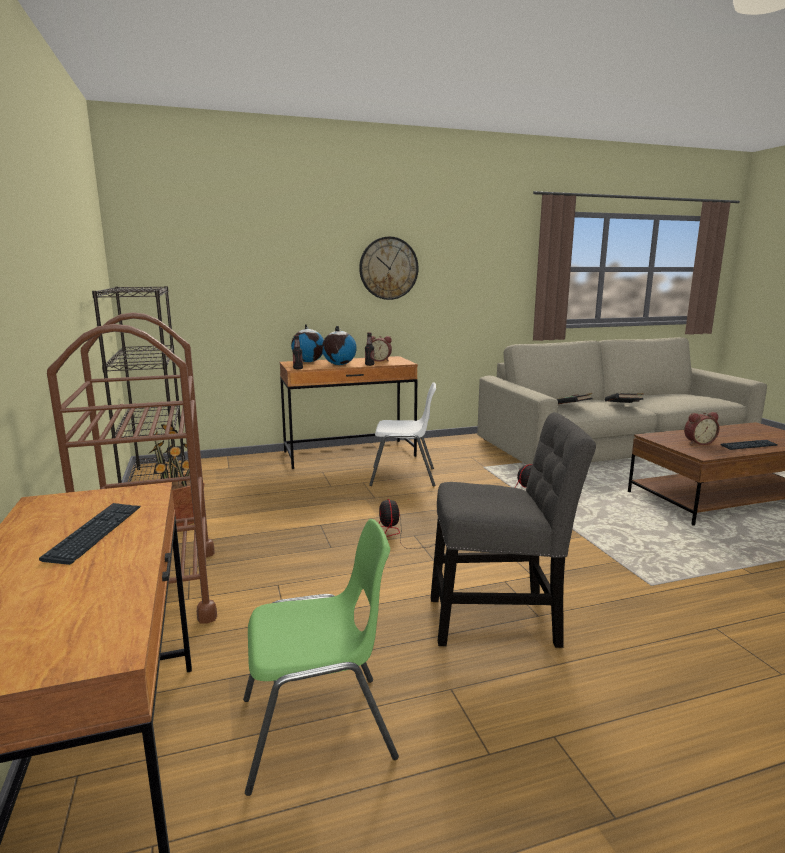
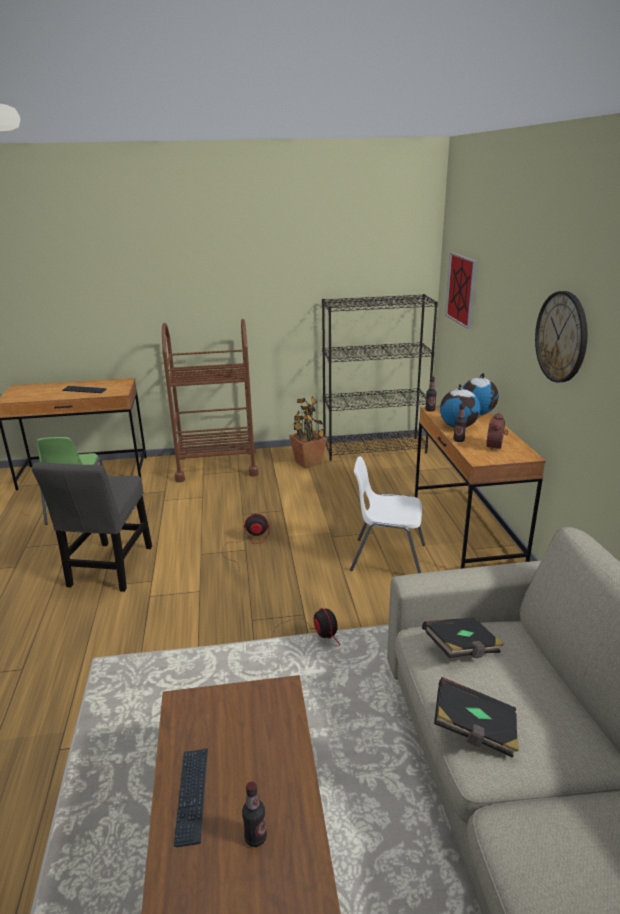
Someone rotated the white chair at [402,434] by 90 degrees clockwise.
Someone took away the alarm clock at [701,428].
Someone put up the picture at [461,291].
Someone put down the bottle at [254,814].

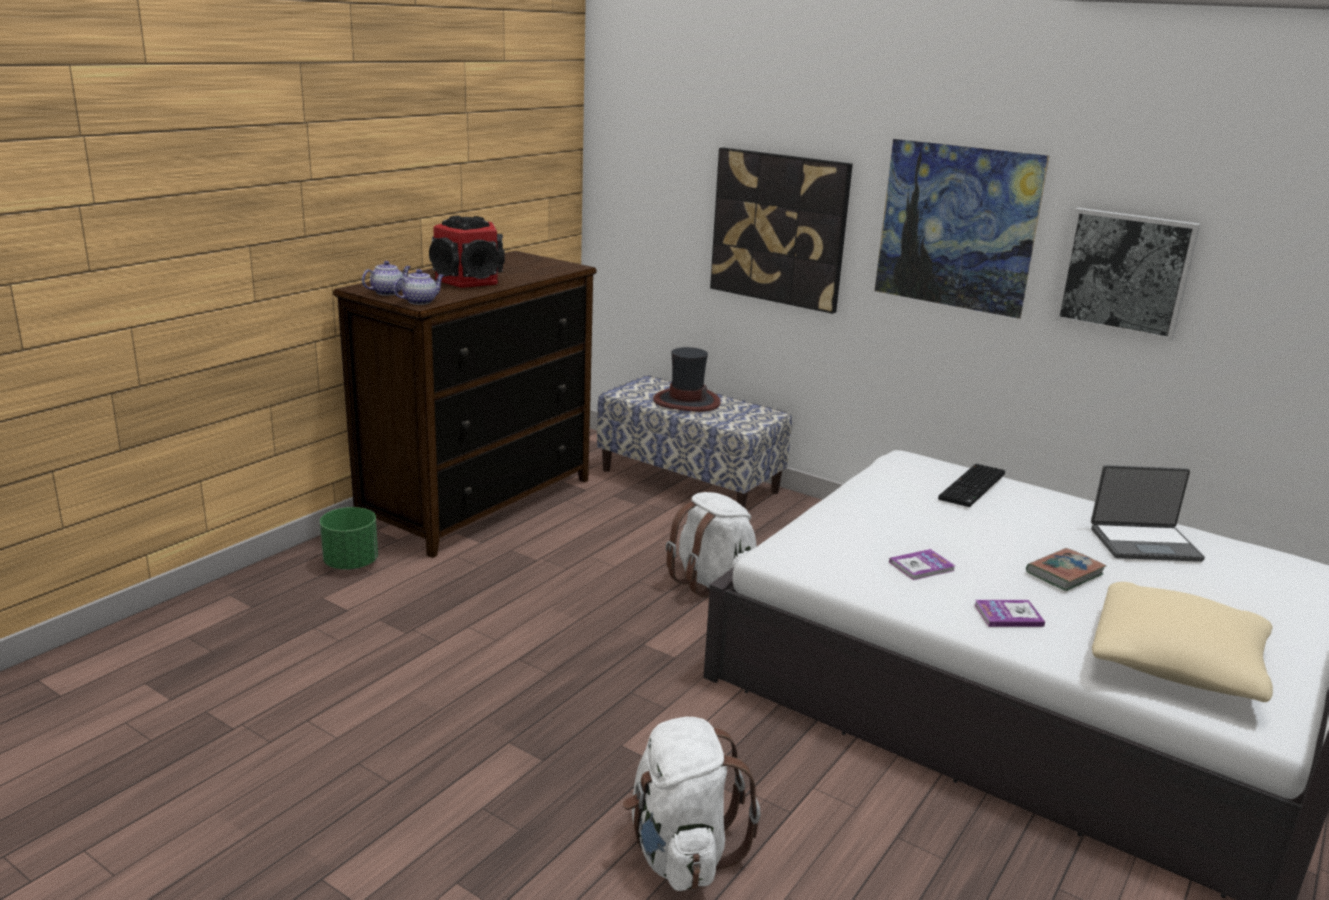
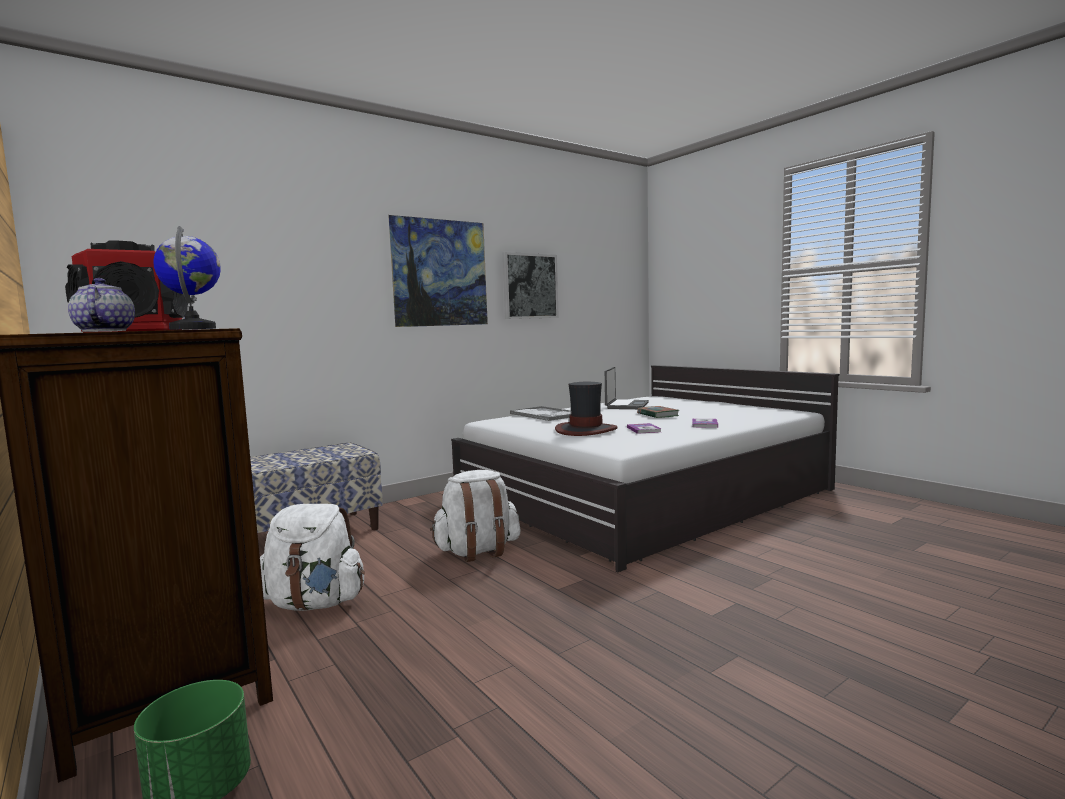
Someone took away the picture at [781,231].
Someone swapped the teapot at [418,287] for the globe at [187,278].
Someone carried the hat from [687,379] to [586,409].
Someone swapped the keyboard at [971,485] for the tray at [540,413].
Someone took away the beige pillow at [1182,642].
Someone carried the white backpack from [691,804] to [312,557].

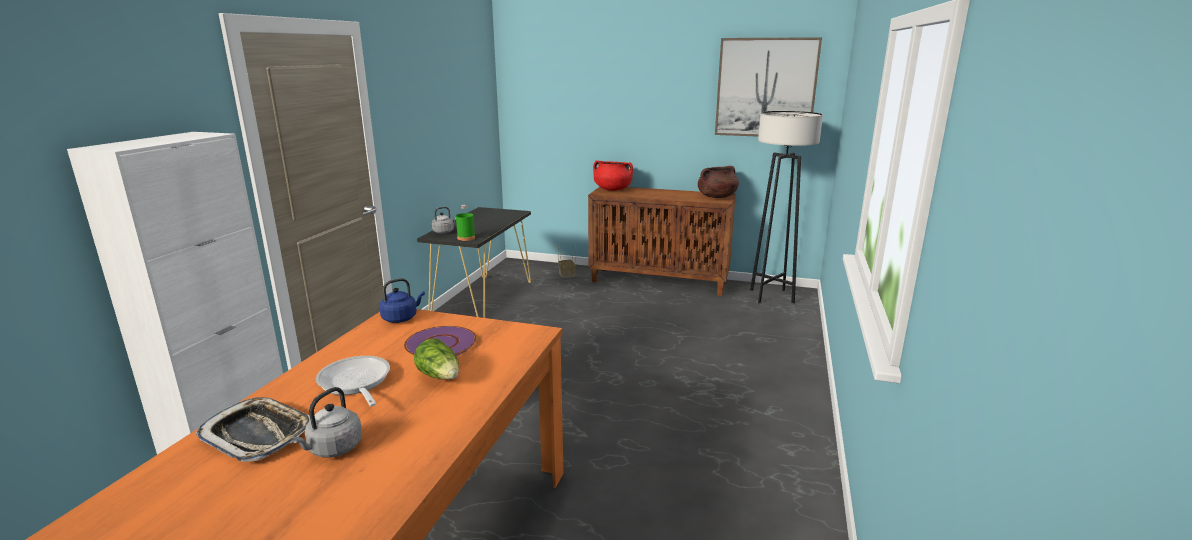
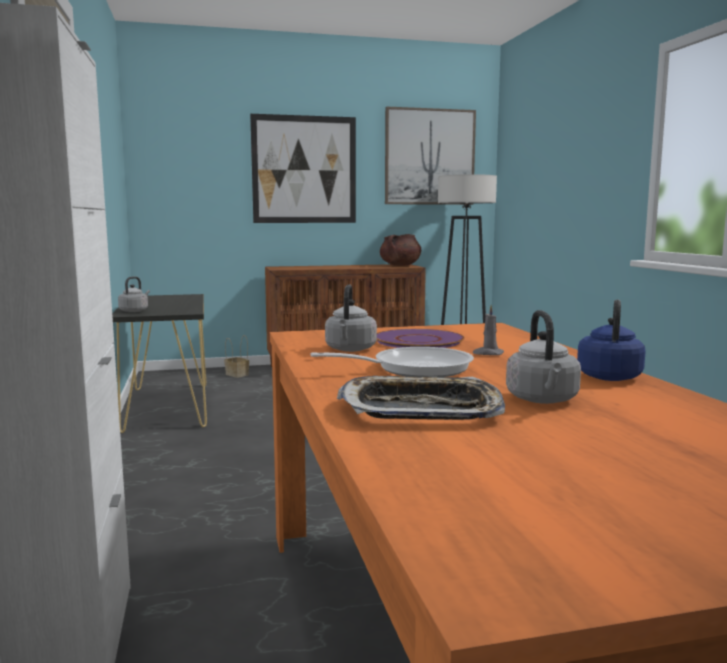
Someone took away the red cooking pot at [613,176].
Someone took away the green bottle at [465,223].
Someone carried the blue kettle from [402,300] to [611,340].
Someone swapped the lettuce at [436,358] for the grey candle at [488,330].
Someone rotated the frying pan at [353,381] by 135 degrees clockwise.
Someone put up the picture at [303,168].
Someone put down the grey kettle at [351,318].

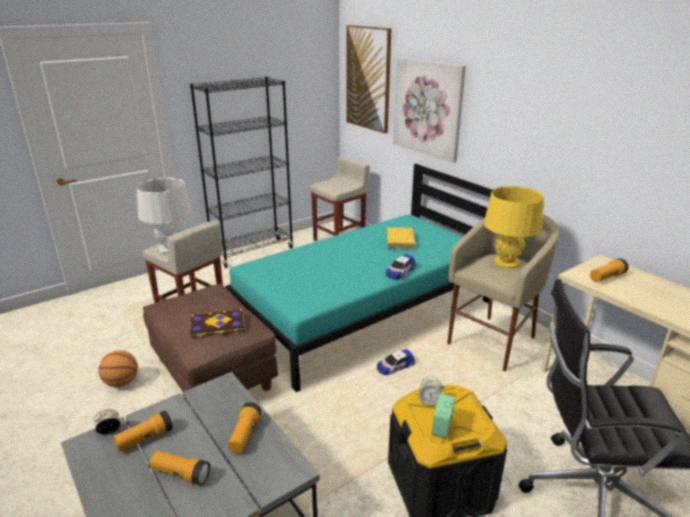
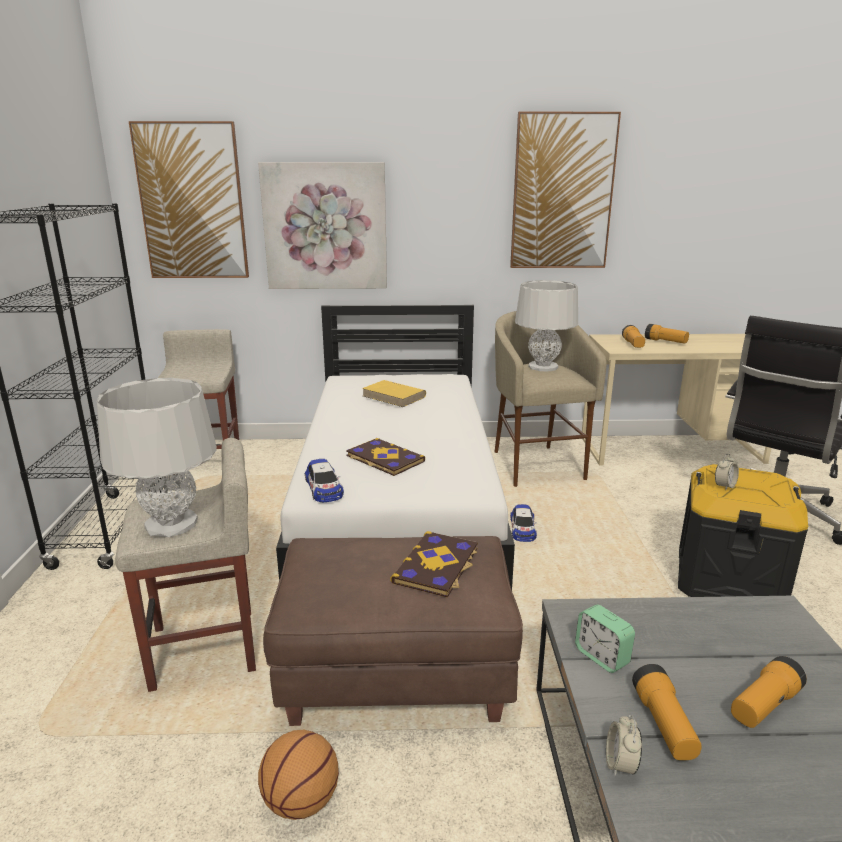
Someone repainted the turquoise bed at [359,278], which became the white bed at [395,447].
Someone repainted the yellow table lamp at [514,227], which became the grey table lamp at [546,325].
Someone carried the toy car from [401,267] to [324,480].
Someone carried the alarm clock from [443,415] to [605,638].
Someone carried the flashlight from [244,427] to [667,334].
Someone put up the picture at [565,190].
Someone put down the book at [385,457].

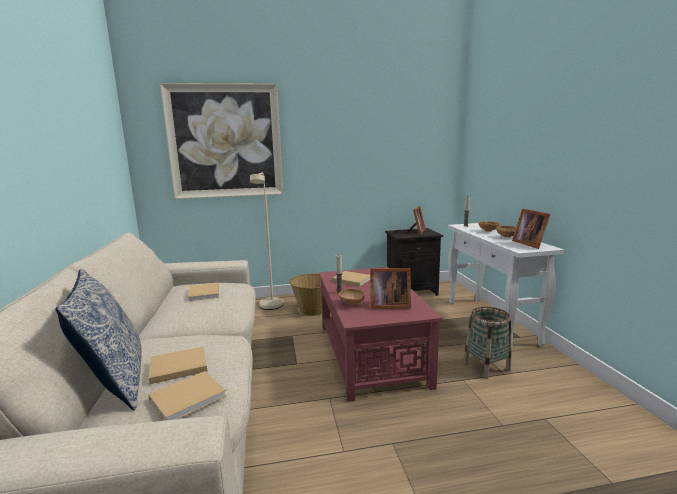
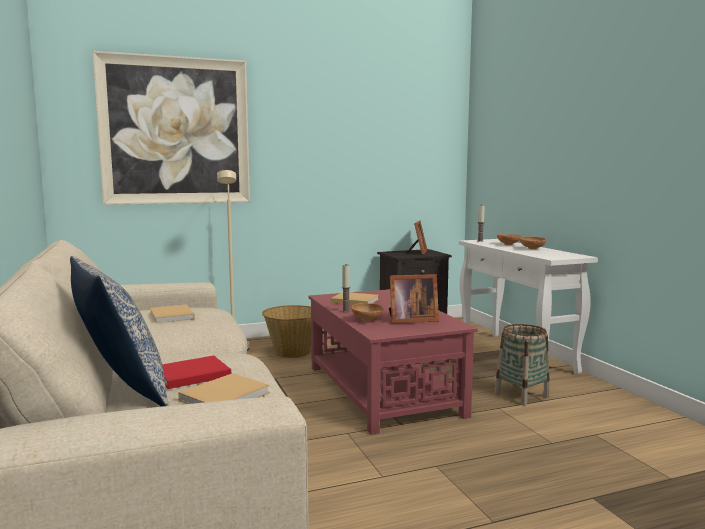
Someone took away the picture frame at [531,228].
Someone repainted the beige book at [178,365], which became the red book at [196,372].

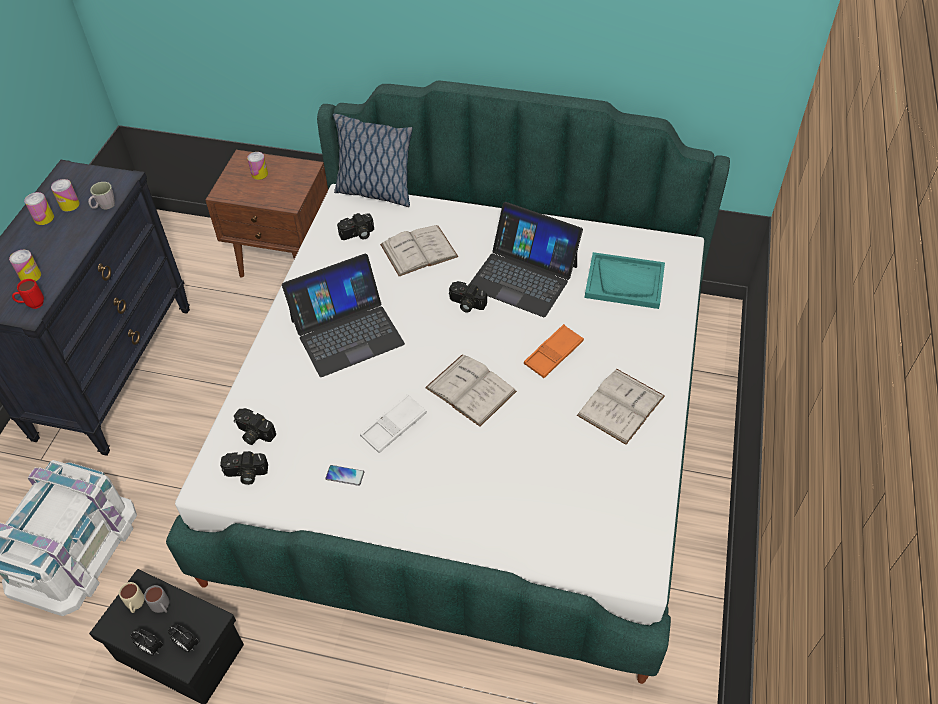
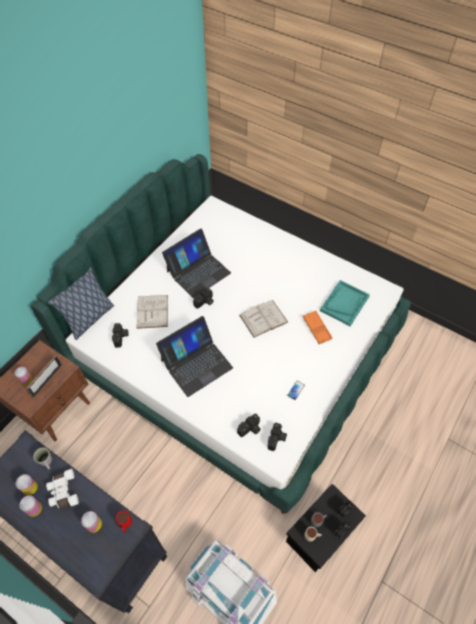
Someone carried the turquoise tray from [625,280] to [345,303].
Someone rotated the laptop at [343,315] by 60 degrees clockwise.
Someone carried the orange tray from [554,351] to [317,327].
Someone took away the white book at [621,407].
Someone took away the white tray at [393,423].
Someone put down the picture frame at [44,376].
Someone put down the white binoculars at [62,489].

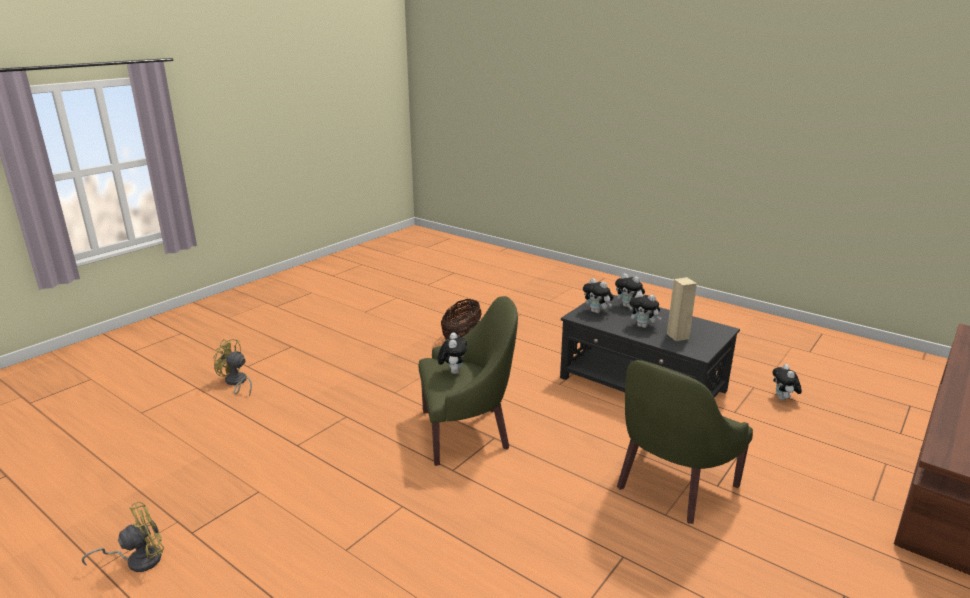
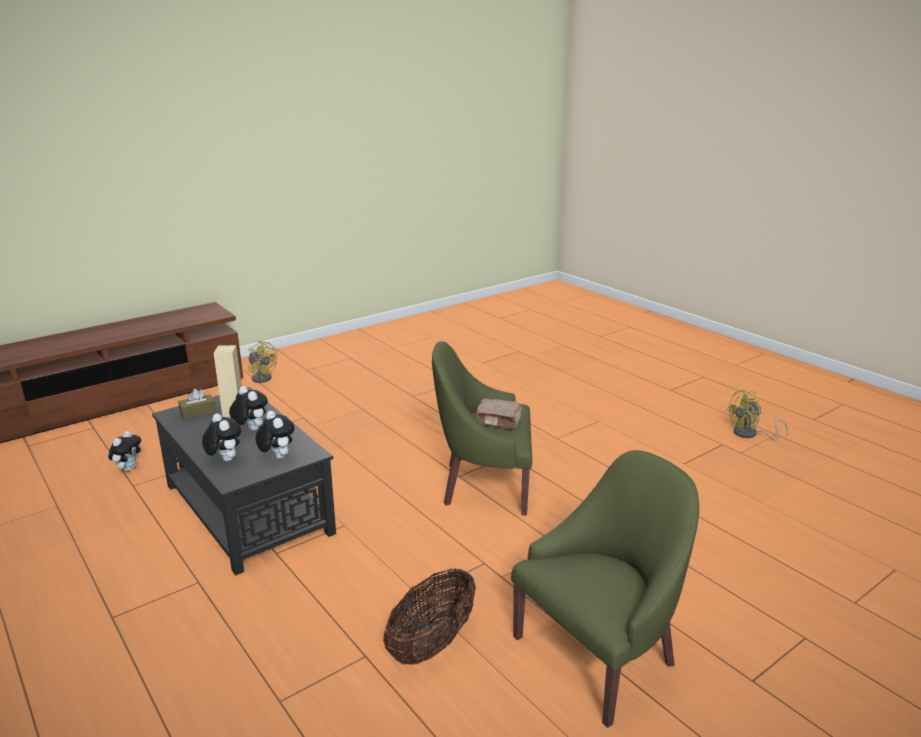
Someone swapped the plush toy at [452,353] for the brown book at [498,414].
Someone carried the yellow fan from [232,368] to [262,362].
Someone carried the green armchair from [685,442] to [605,589].
Someone put down the brown tissue box at [197,404].

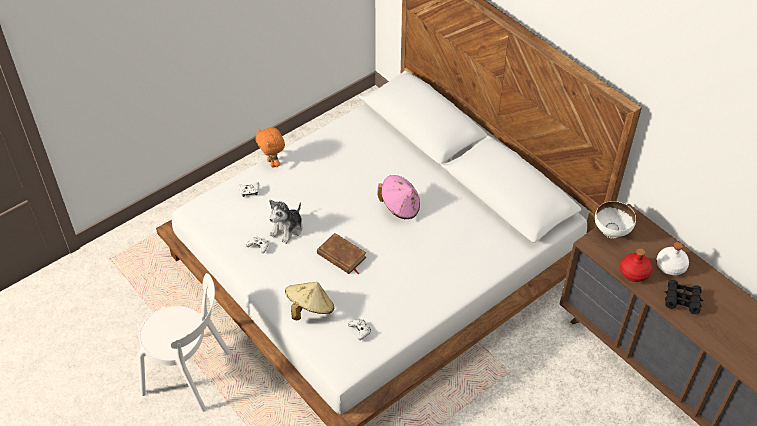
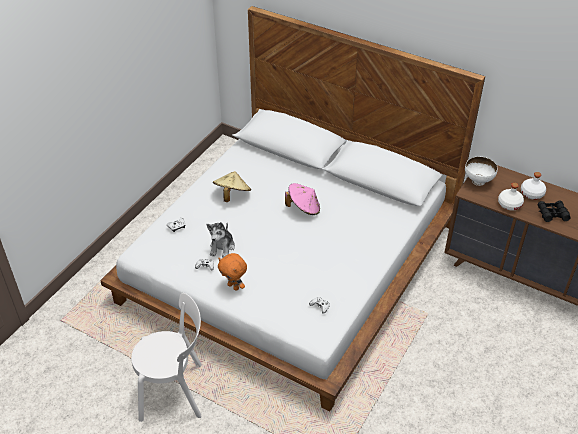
Someone carried the orange plush toy from [270,147] to [232,272].
Someone took away the brown book at [341,253].
Someone repainted the red bottle at [636,265], which became the white bottle at [511,197].
Someone carried the beige hat from [309,301] to [232,186].

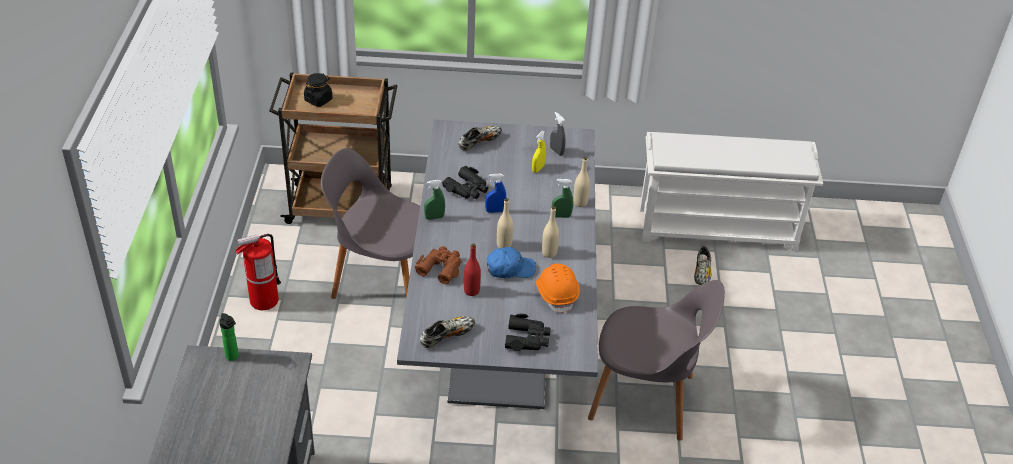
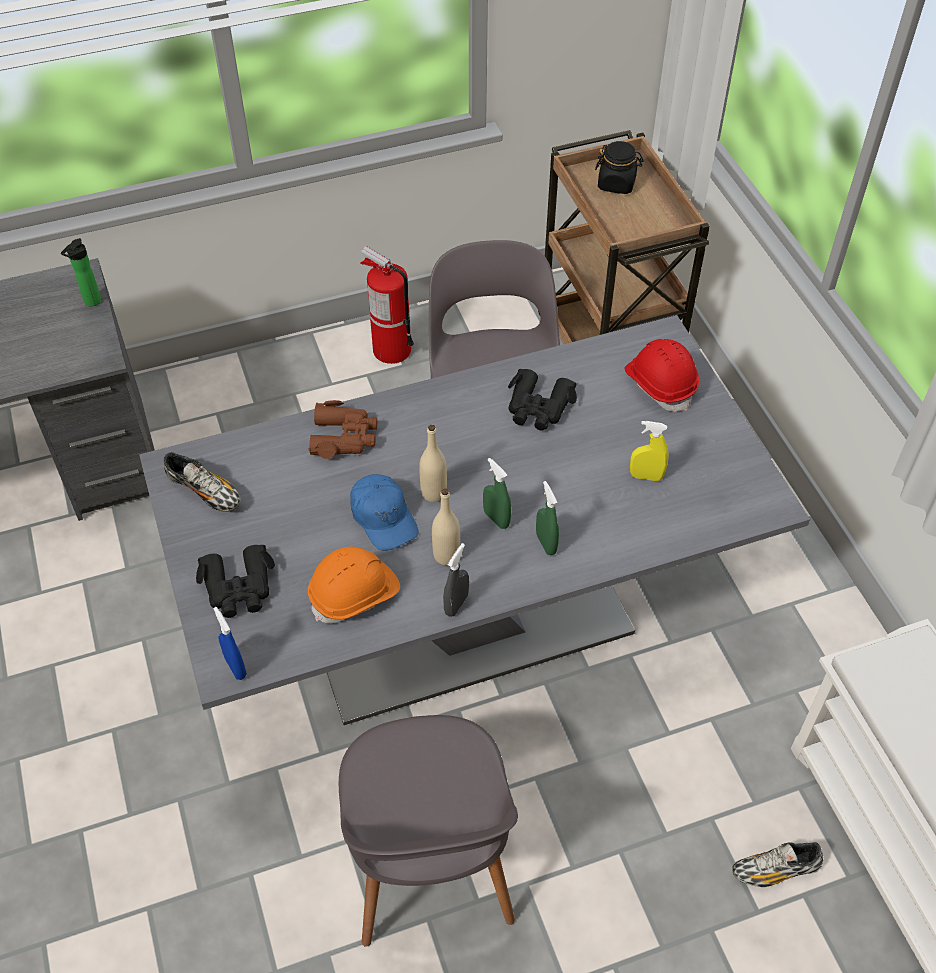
Someone carried the grey spray bottle from [557,134] to [456,580].
Someone swapped the shoe at [480,138] for the red hard hat at [662,375].
Someone took away the beige bottle at [581,182].
Someone carried the blue spray bottle from [495,193] to [230,643].
Someone carried the green spray bottle from [434,200] to [497,493].
Someone took away the red bottle at [472,270].

